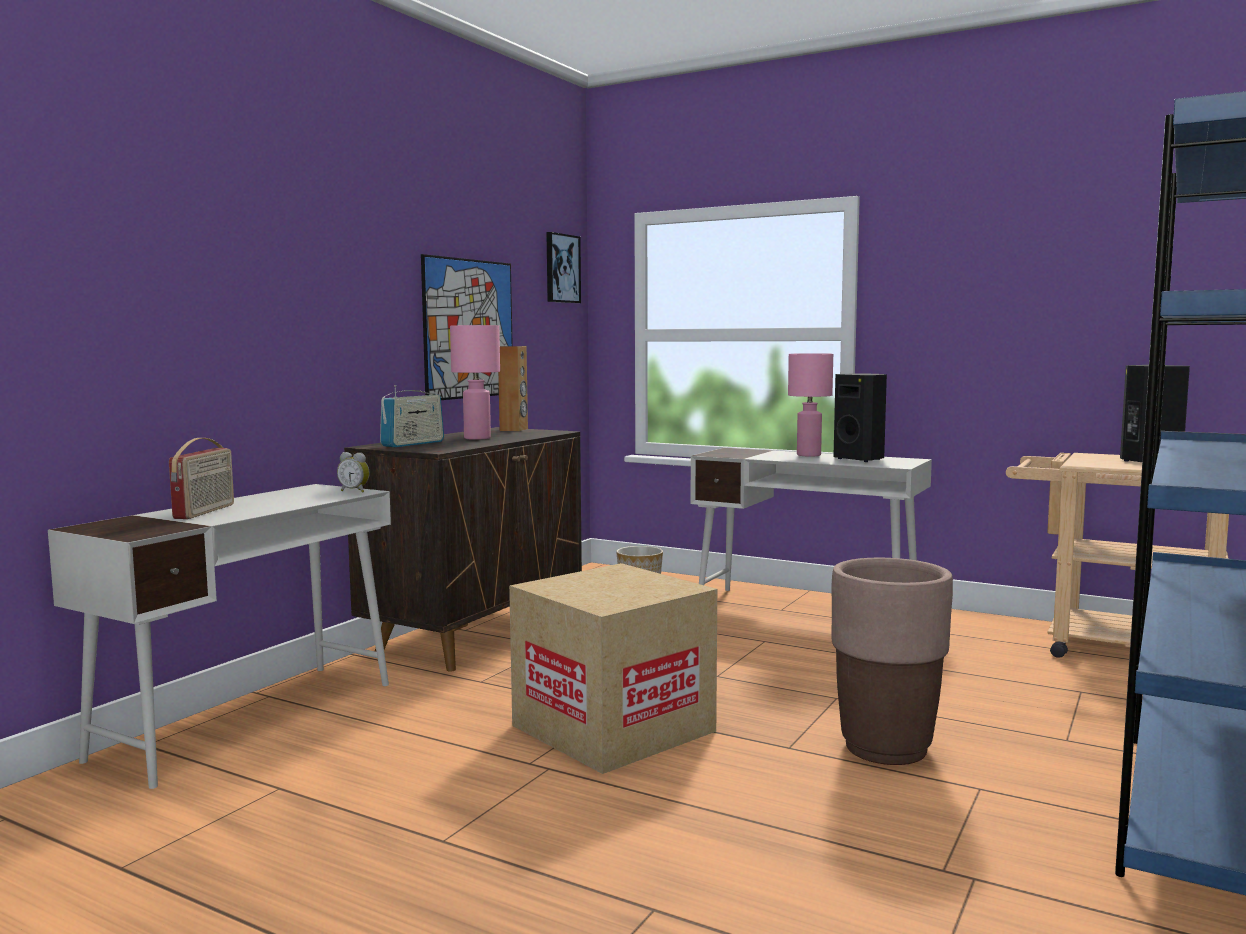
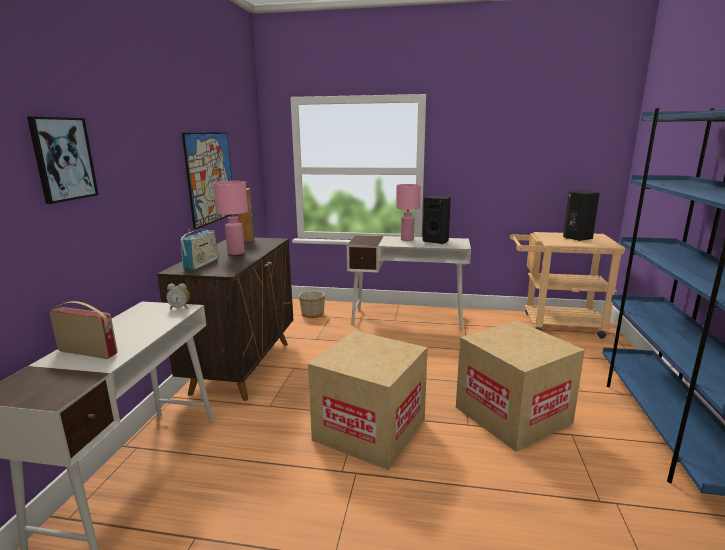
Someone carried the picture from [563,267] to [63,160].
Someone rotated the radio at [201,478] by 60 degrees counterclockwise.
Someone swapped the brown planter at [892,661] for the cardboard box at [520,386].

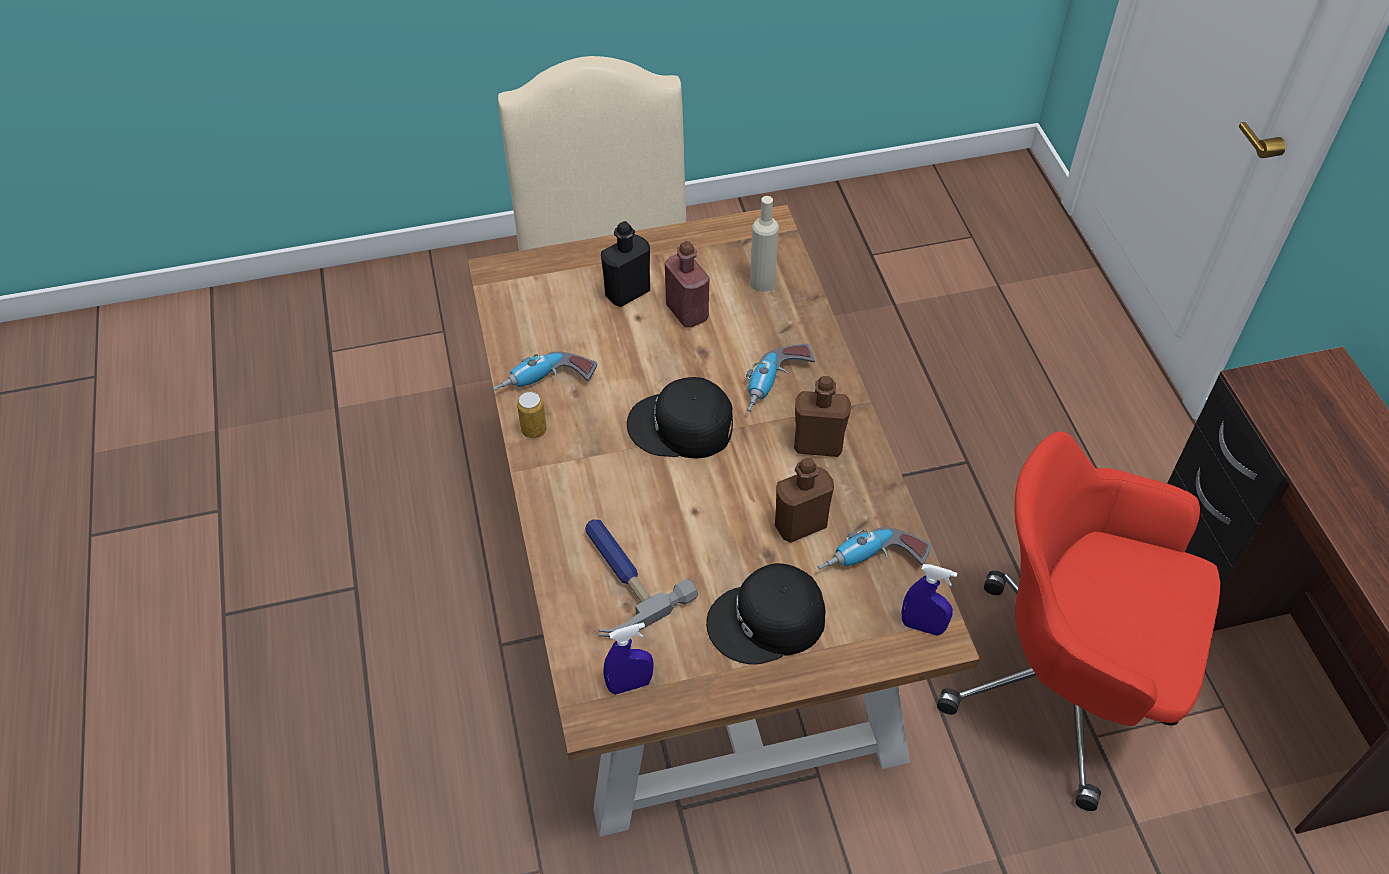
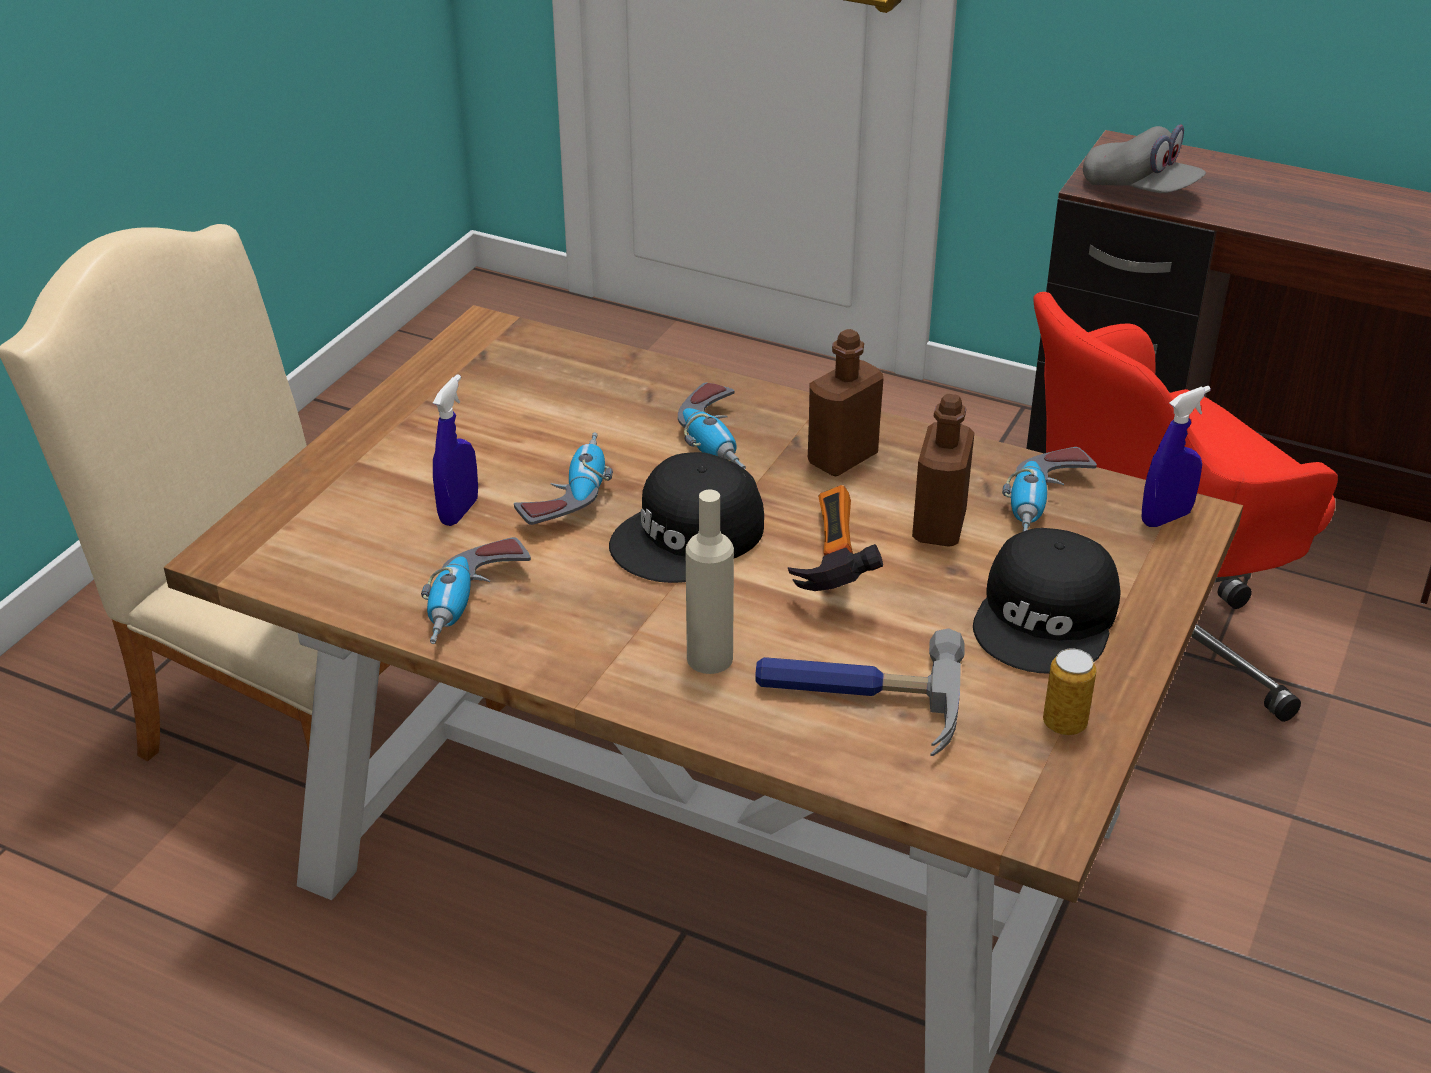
Someone carried the beige bottle from [764,244] to [709,581].
Someone took away the black bottle at [625,264].
Someone took away the red bottle at [687,284].
Someone carried the can from [532,415] to [1070,691].
Someone carried the blue spray bottle from [628,658] to [455,450].
Someone put down the grey cap at [1144,158].
Someone put down the power drill at [563,478].
Someone put down the hammer at [835,538].

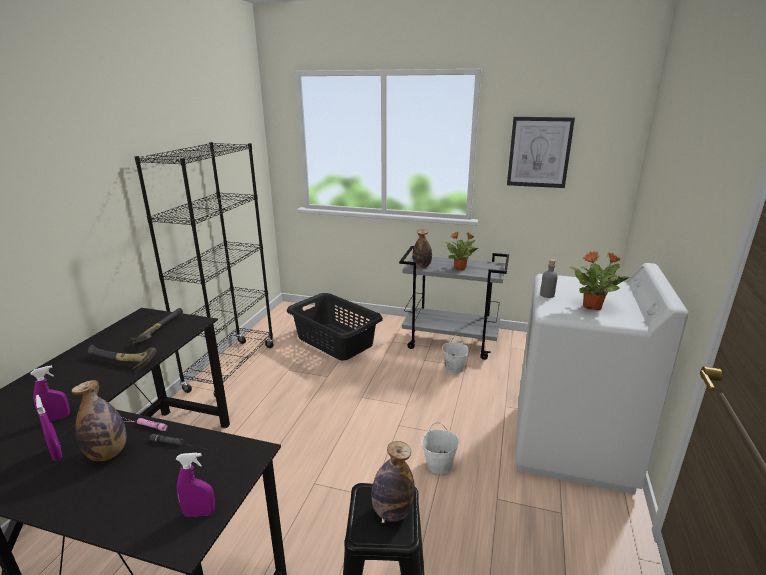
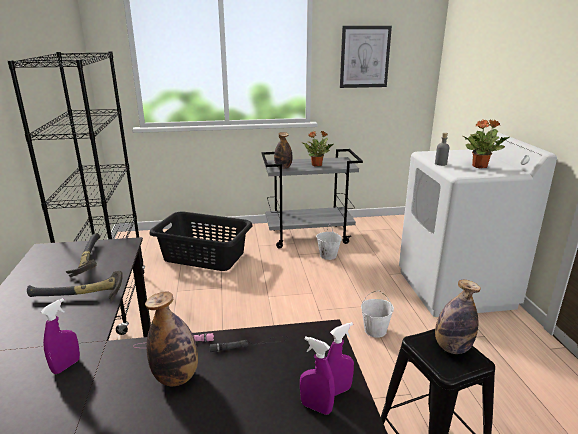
Someone carried the purple spray bottle from [49,428] to [317,376].

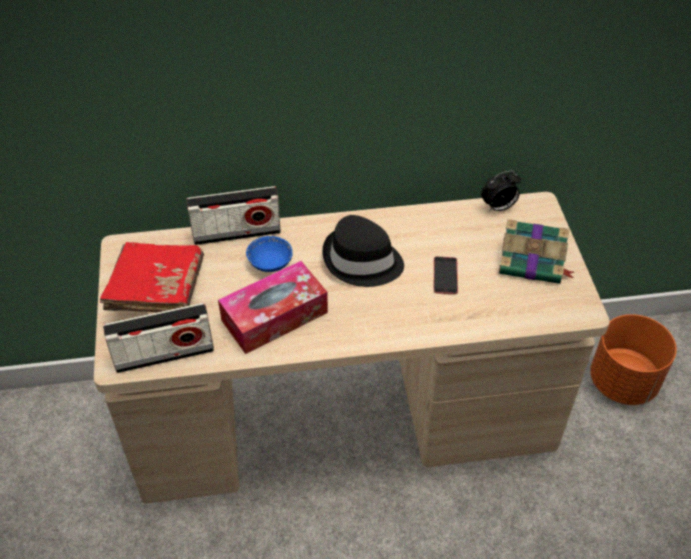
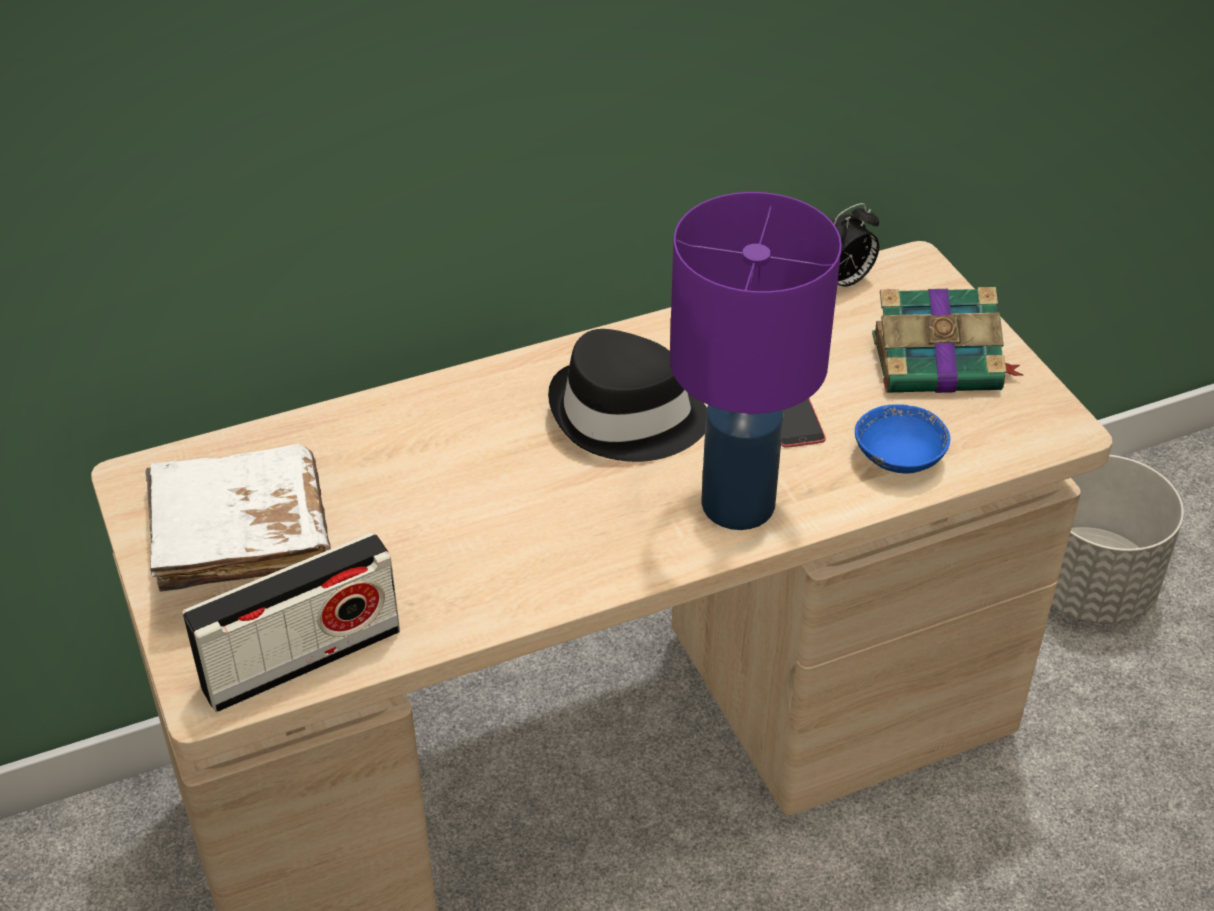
Someone took away the radio at [234,215].
Someone carried the blue bowl from [269,254] to [902,438].
Someone repainted the red book at [152,277], which became the white book at [238,518].
Someone took away the tissue box at [273,307].
Someone repainted the orange planter at [633,359], which became the grey planter at [1117,539].
Someone put down the purple table lamp at [756,361].

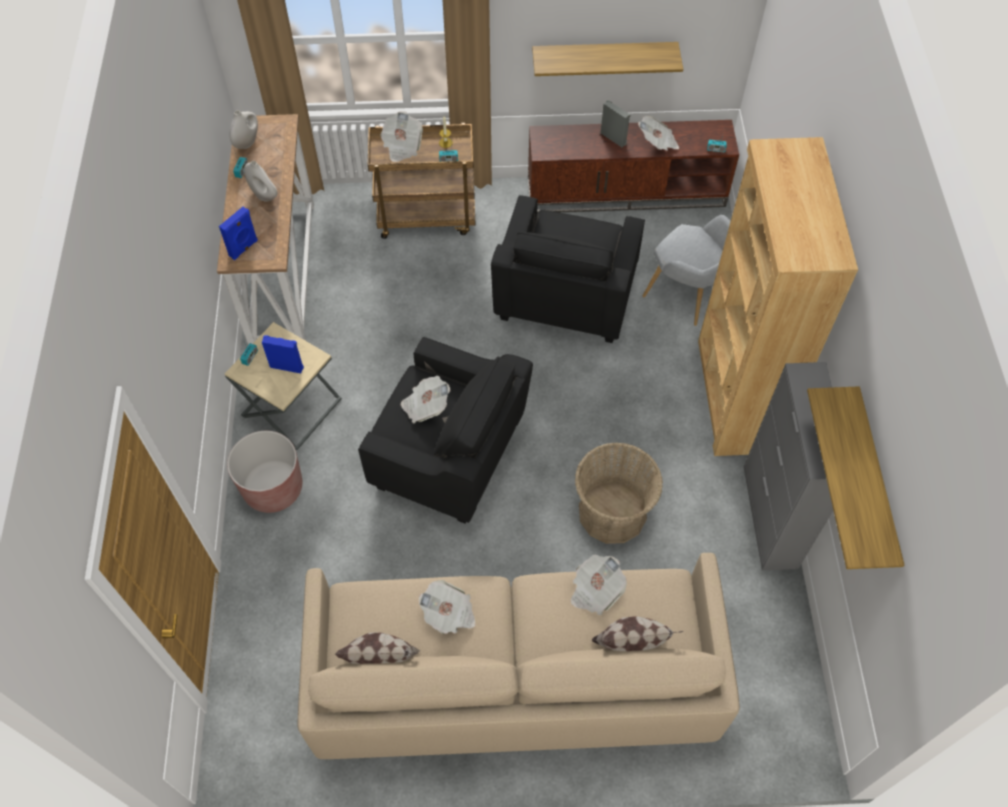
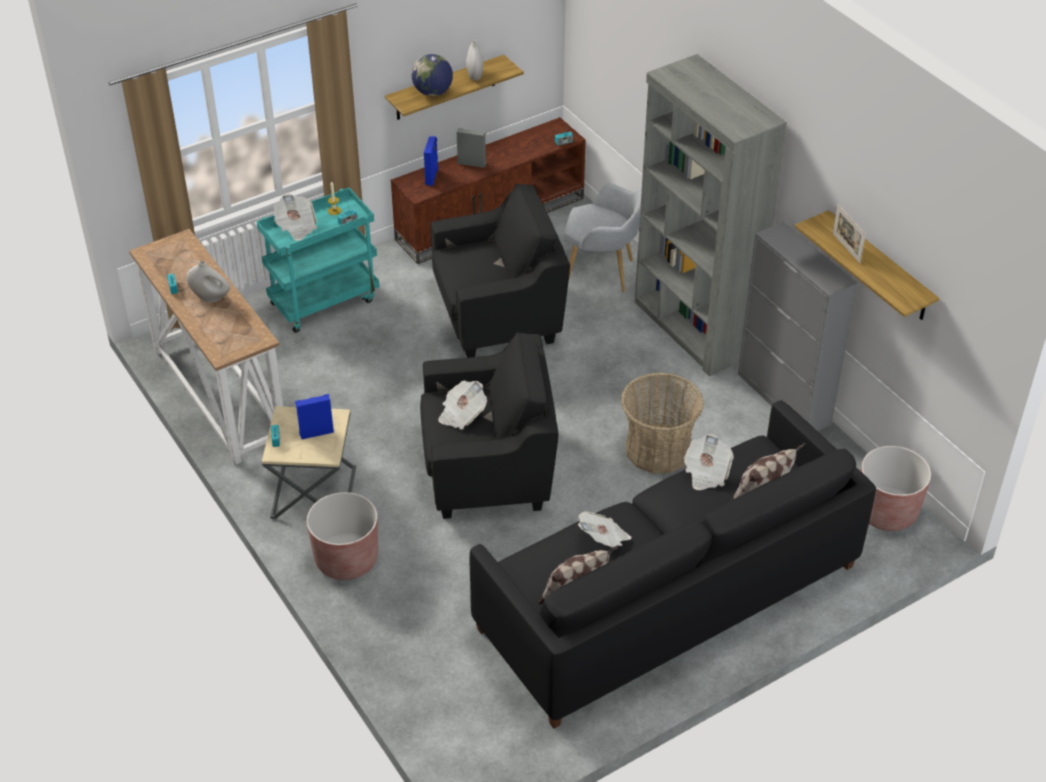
Someone carried the white vase from [244,129] to [475,61].
Someone took away the newspaper at [658,133].
Someone repainted the brown cart at [421,181], which became the turquoise cart at [318,260].
Someone repainted the brown bookcase at [778,296], which became the grey bookcase at [711,215].
Someone rotated the black armchair at [568,269] by 90 degrees counterclockwise.
Someone carried the blue speaker from [238,233] to [431,161].
Someone repainted the beige sofa at [519,656], which became the black sofa at [672,564].
Someone put down the globe at [432,75].
Someone put down the picture frame at [849,233].
Someone put down the brown planter at [896,488].

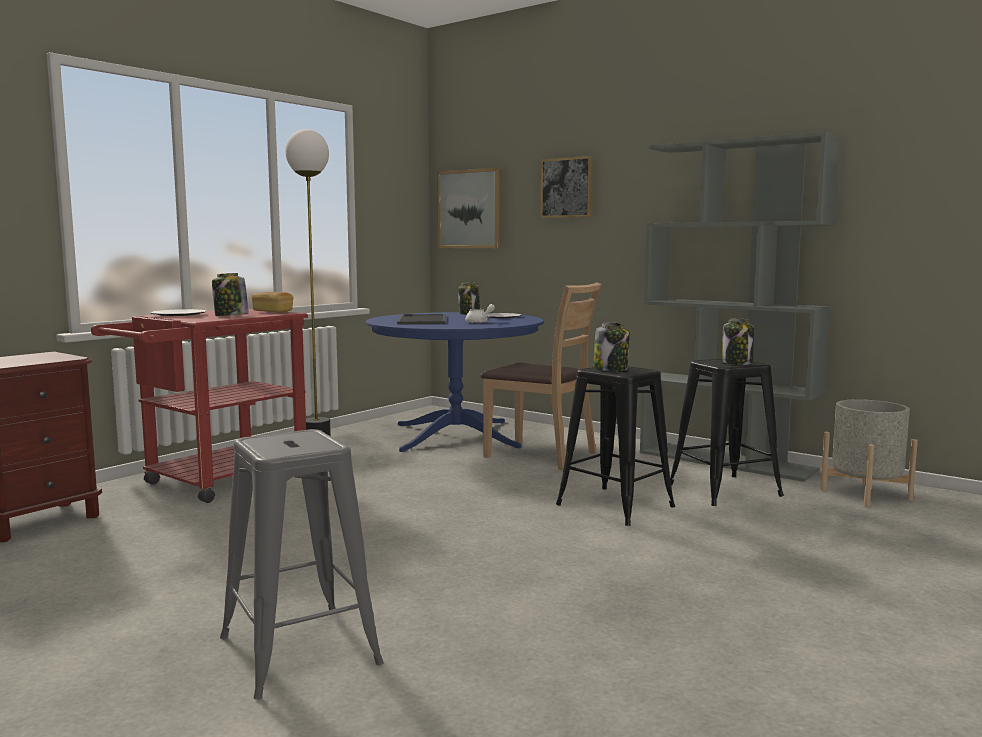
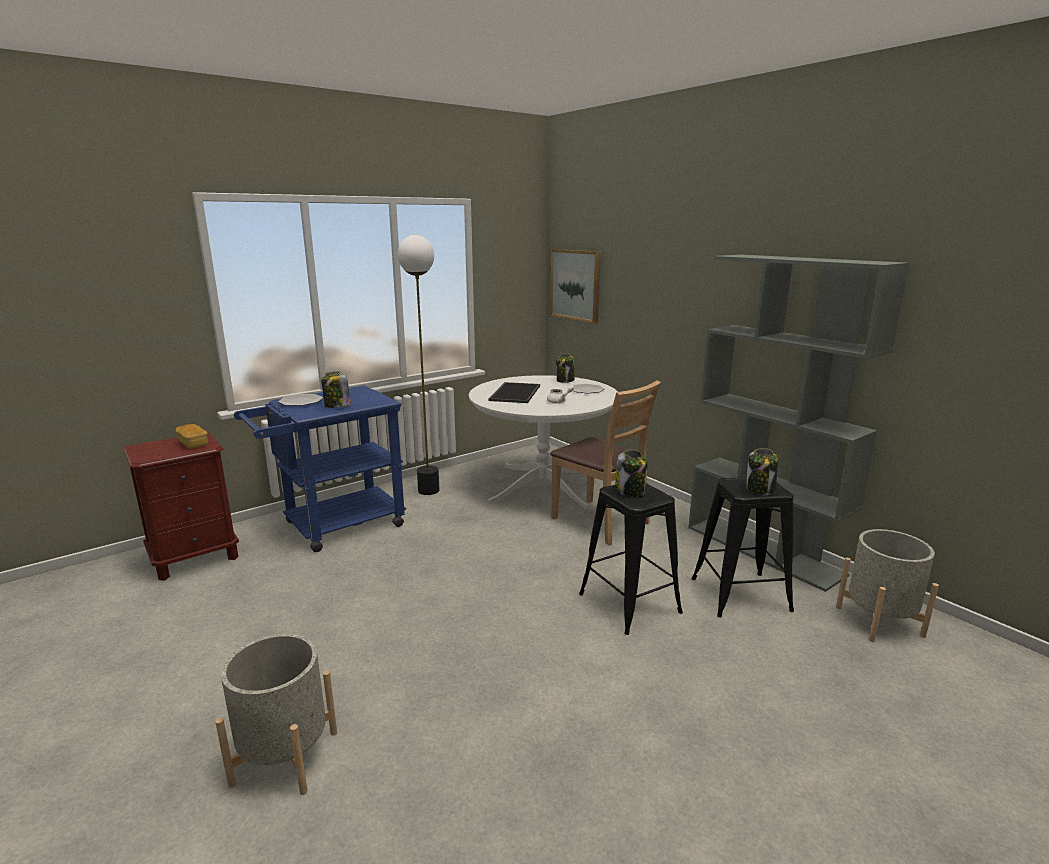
Someone took away the picture at [566,187].
Someone carried the bread from [272,302] to [192,436].
Someone repainted the red cart at [199,406], which became the blue cart at [320,468].
Someone repainted the blue dining table at [455,382], which became the white dining table at [543,442].
Someone swapped the grey stool at [302,564] for the grey planter at [276,714].

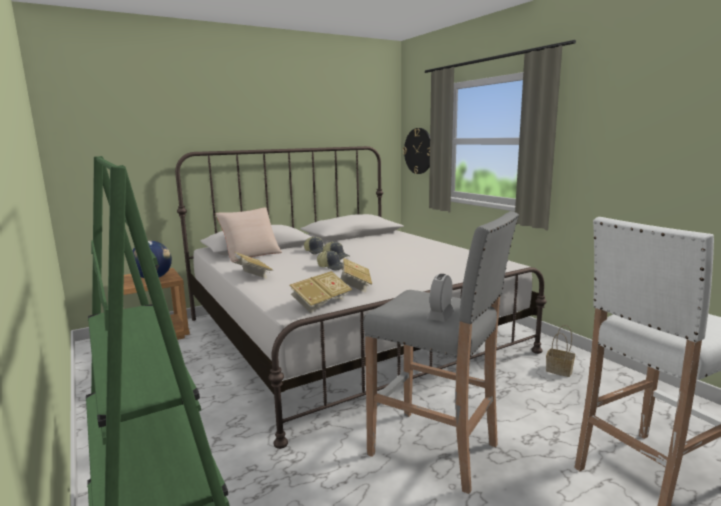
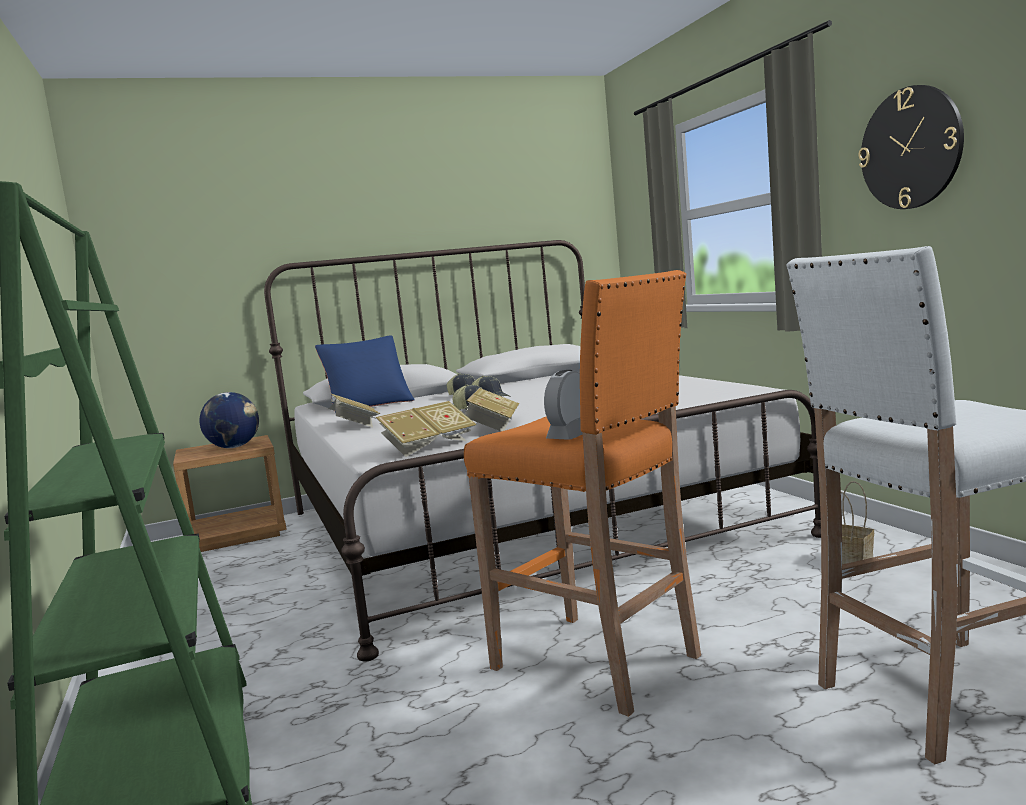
Someone carried the wall clock from [416,151] to [911,147].
Someone repainted the beige pillow at [249,234], which became the blue pillow at [365,374].
Someone repainted the grey stool at [441,352], which became the orange stool at [582,493].

